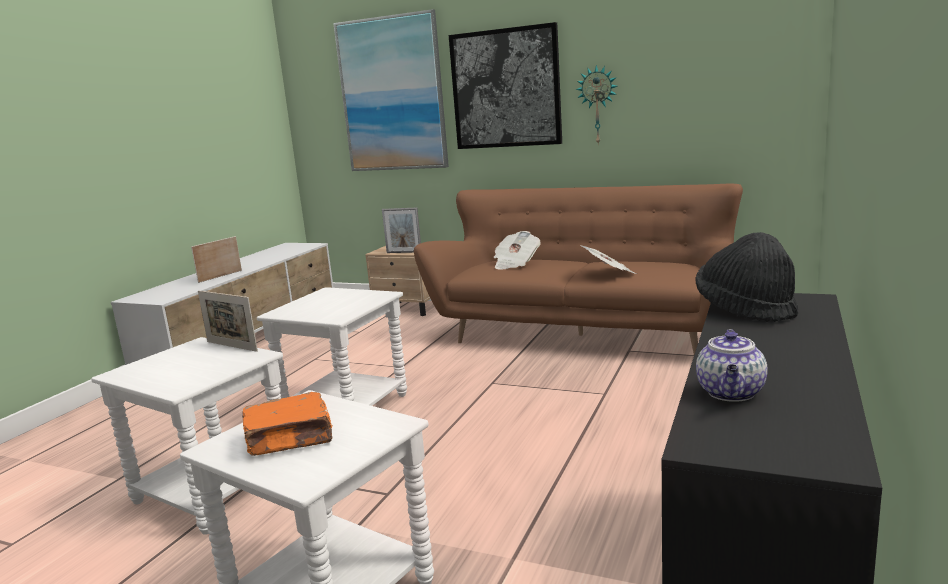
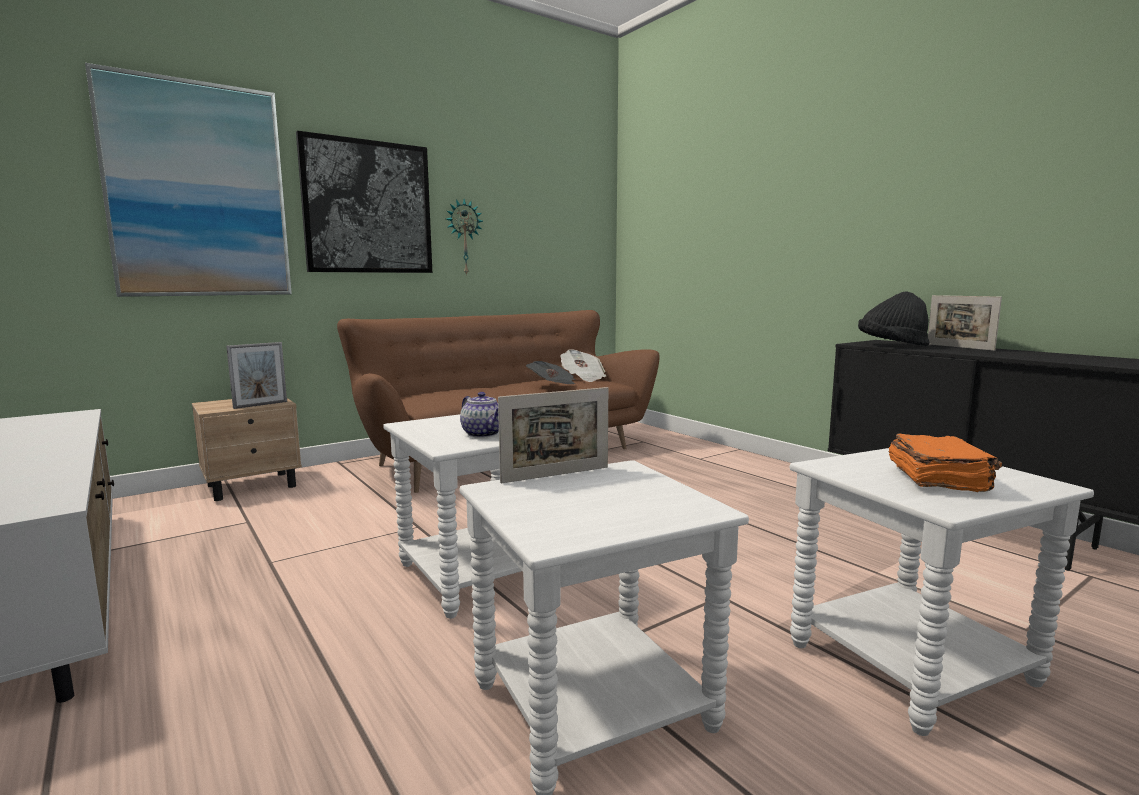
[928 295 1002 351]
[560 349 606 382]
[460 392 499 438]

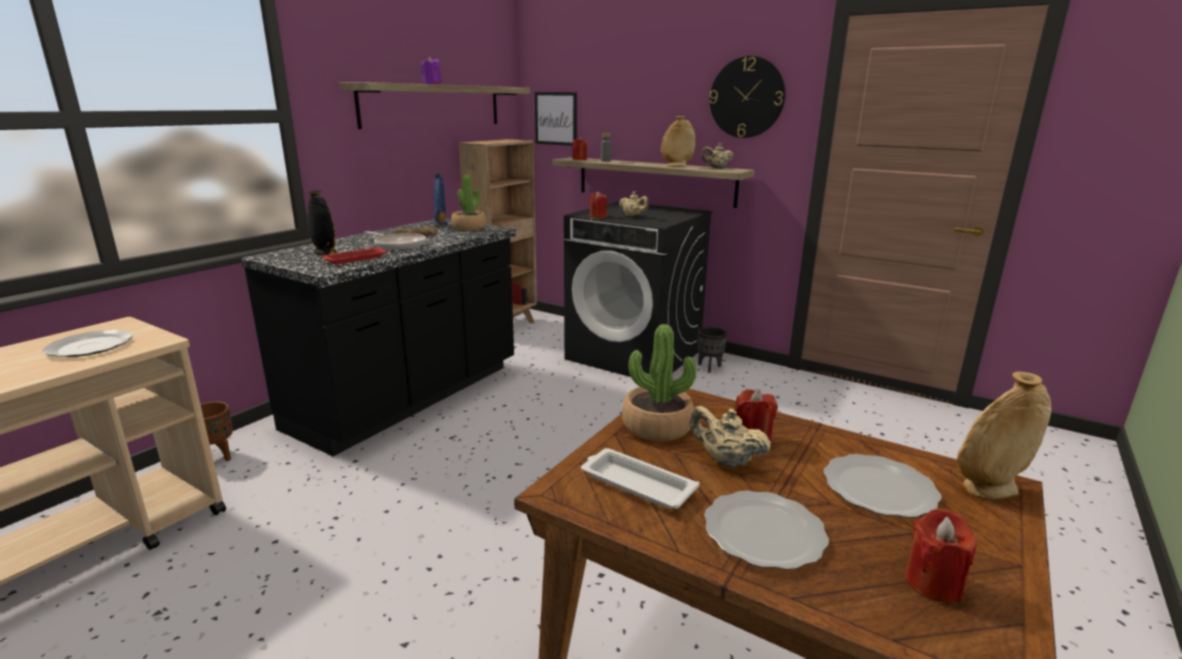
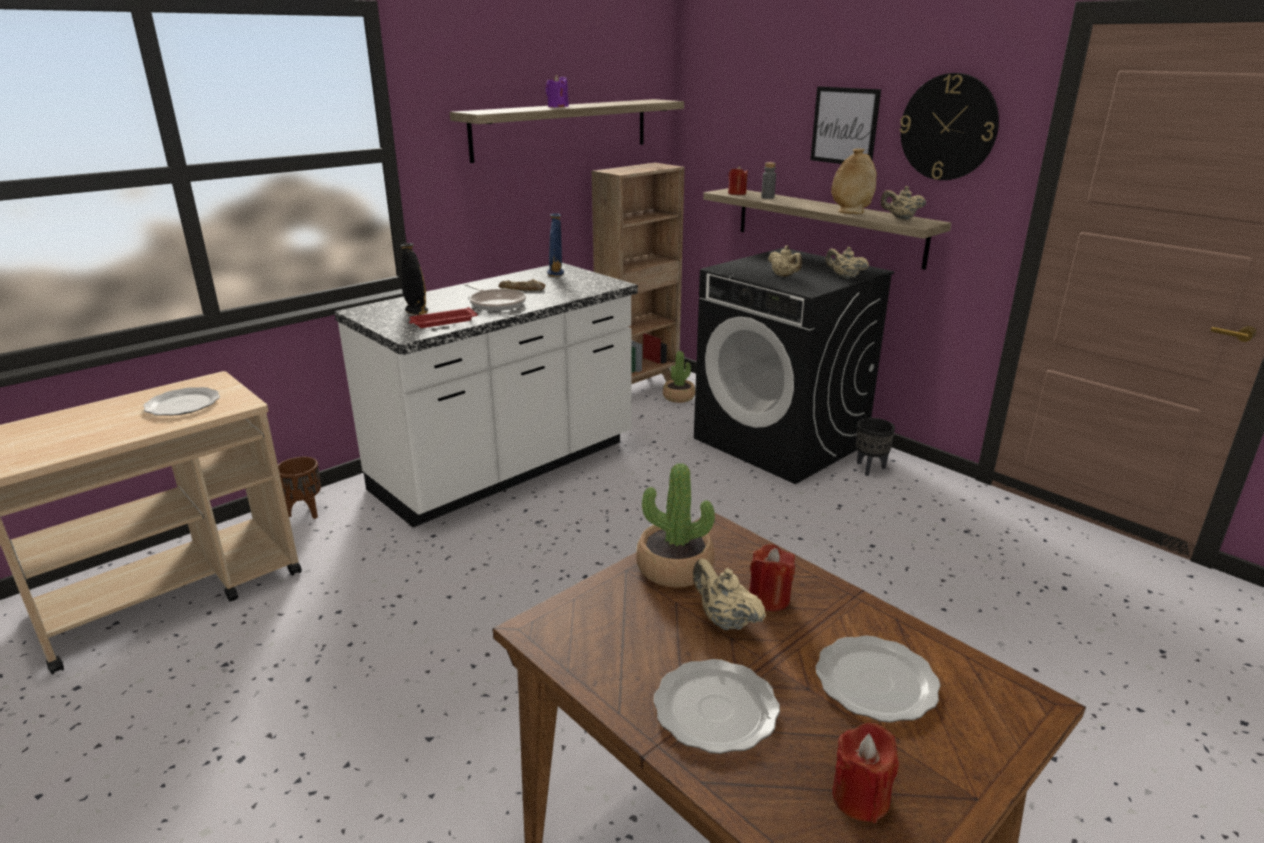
[581 448 700 509] (first image)
[589 191 607 218] (first image)
[957 372 1052 500] (first image)
[825 247 869 279]
[663 351 695 403]
[810 86 881 164]
[334 263 638 527]

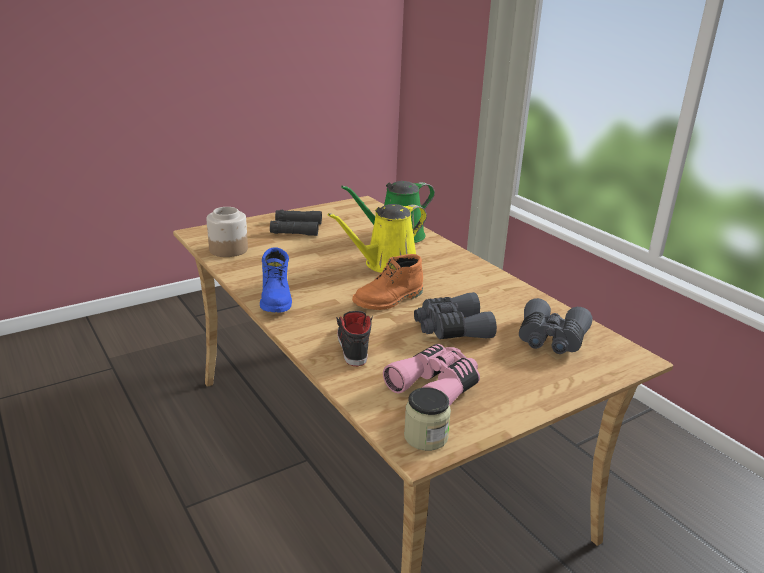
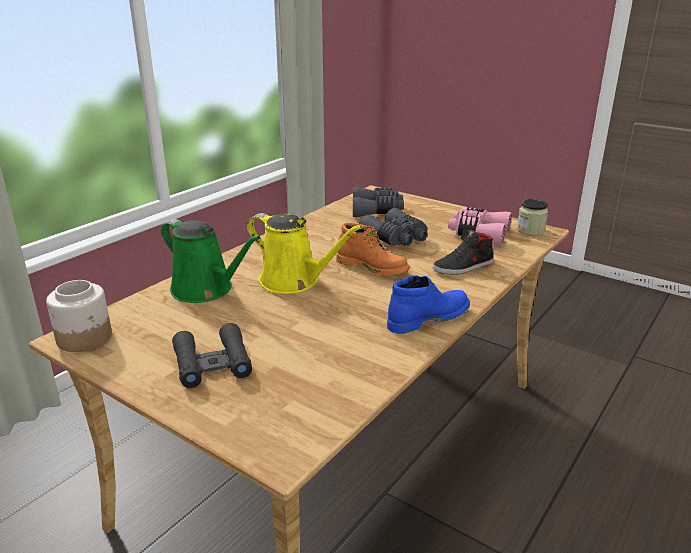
[46 280 112 352]

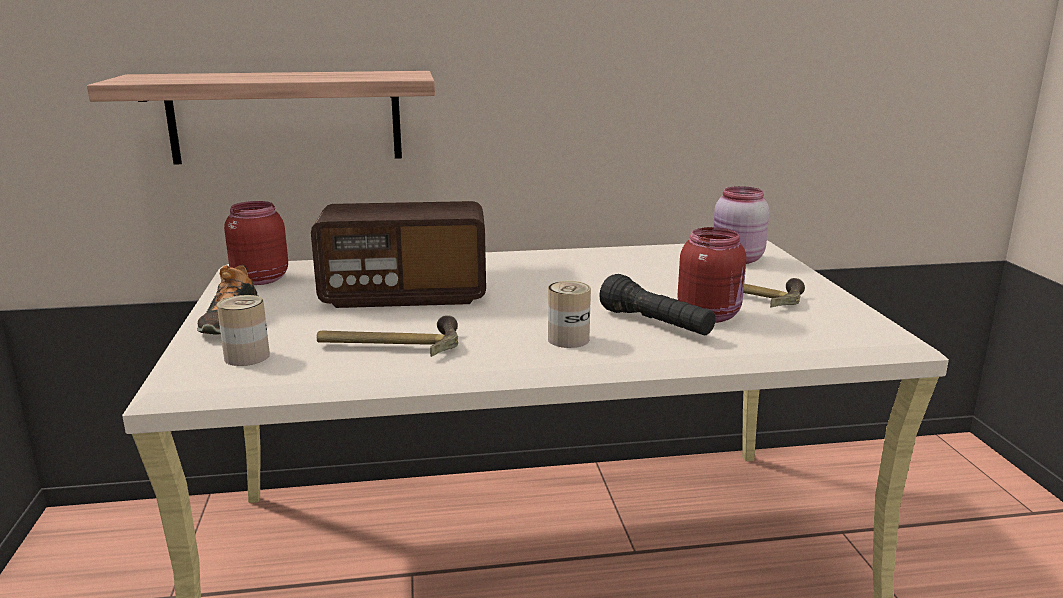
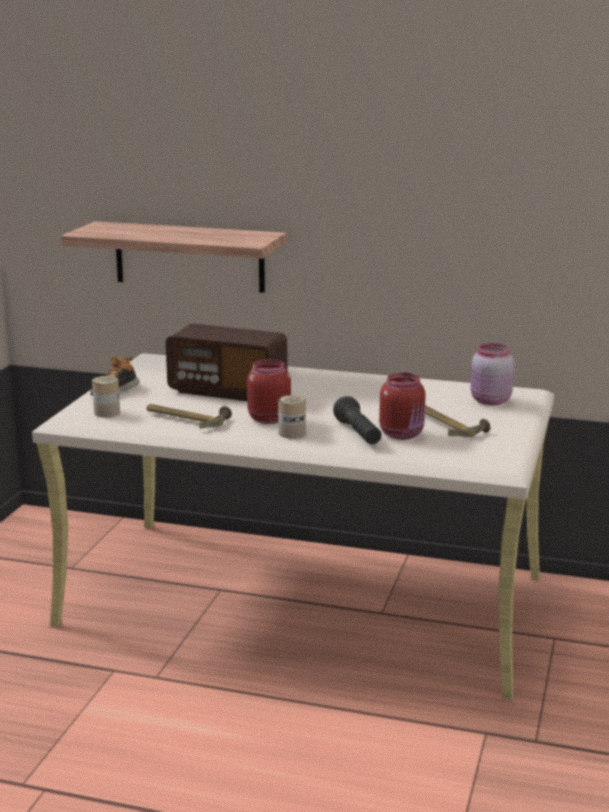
[247 359 291 424]

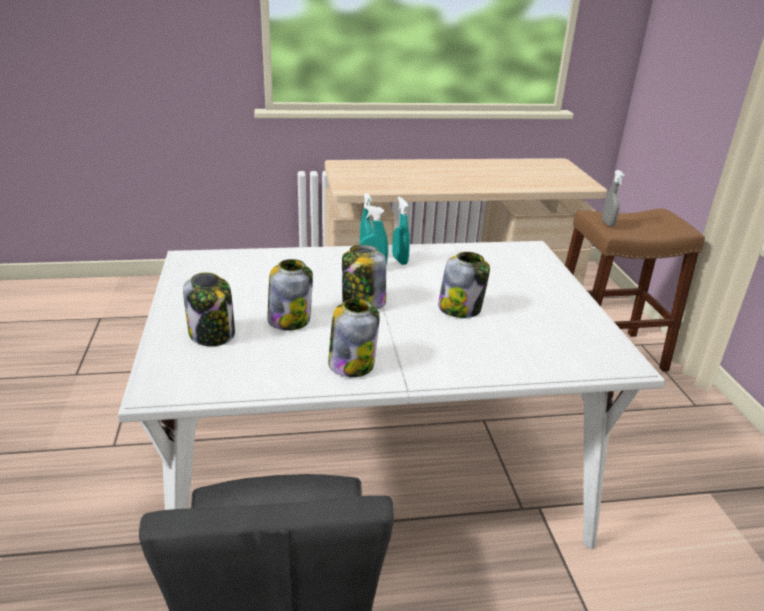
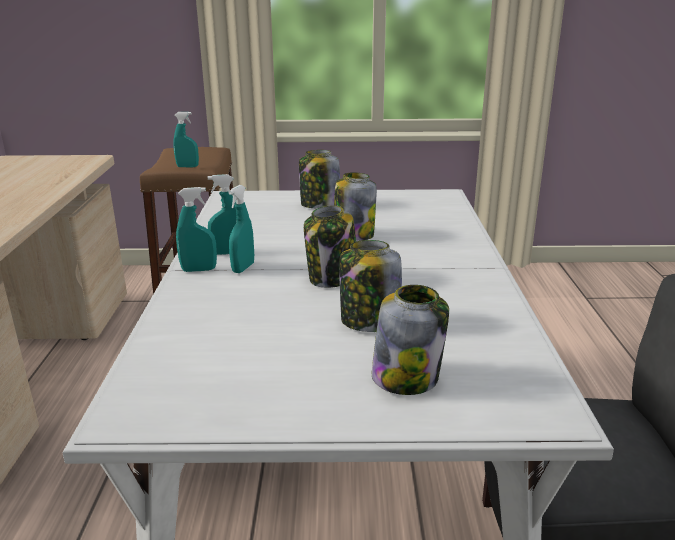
[299 150 340 208]
[173 112 199 167]

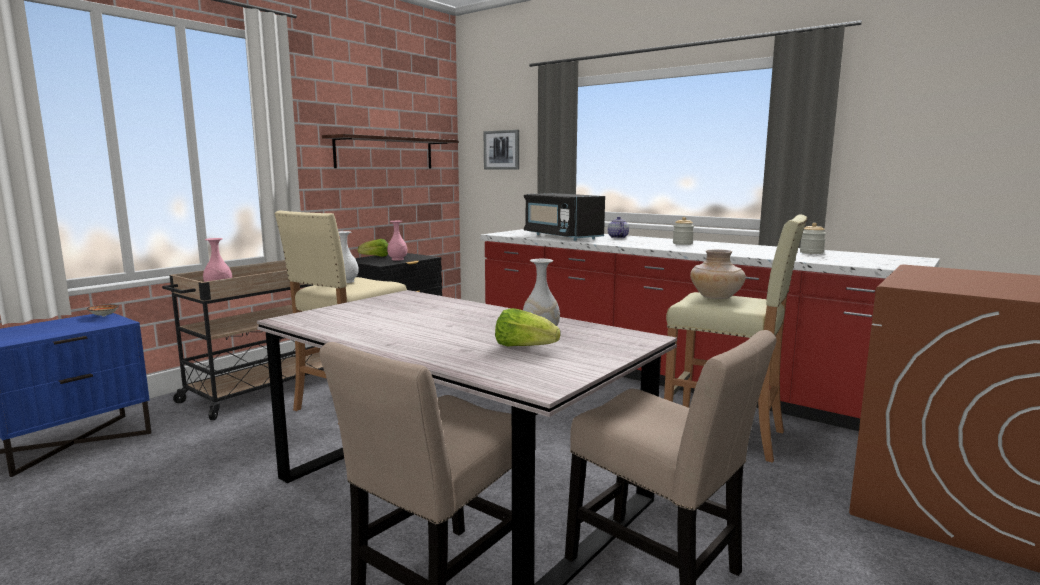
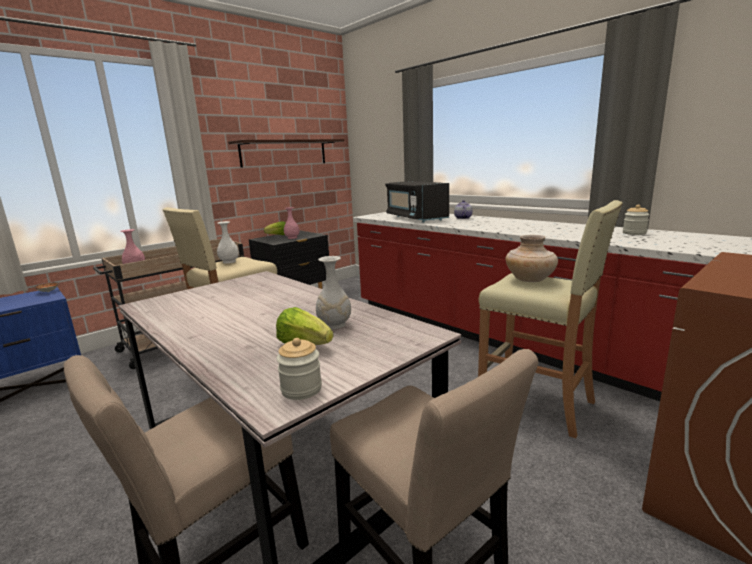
[484 130 519 170] (first image)
[277 338 322 400]

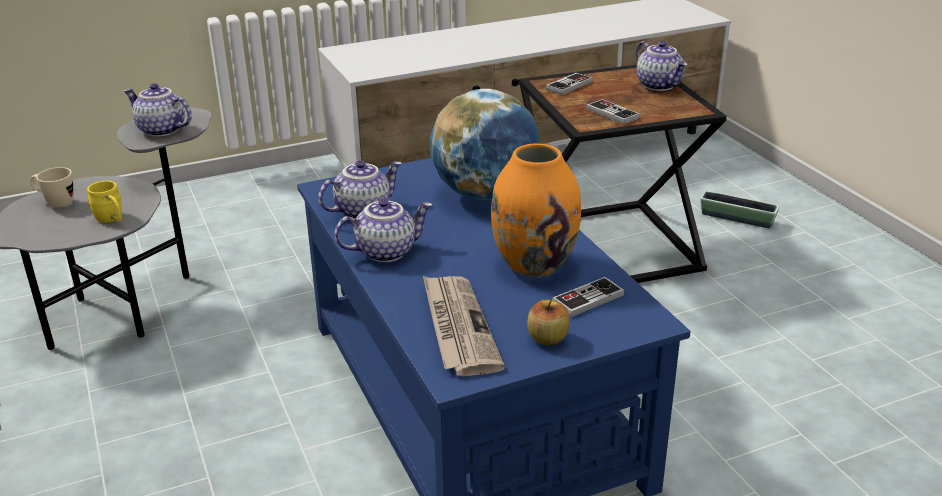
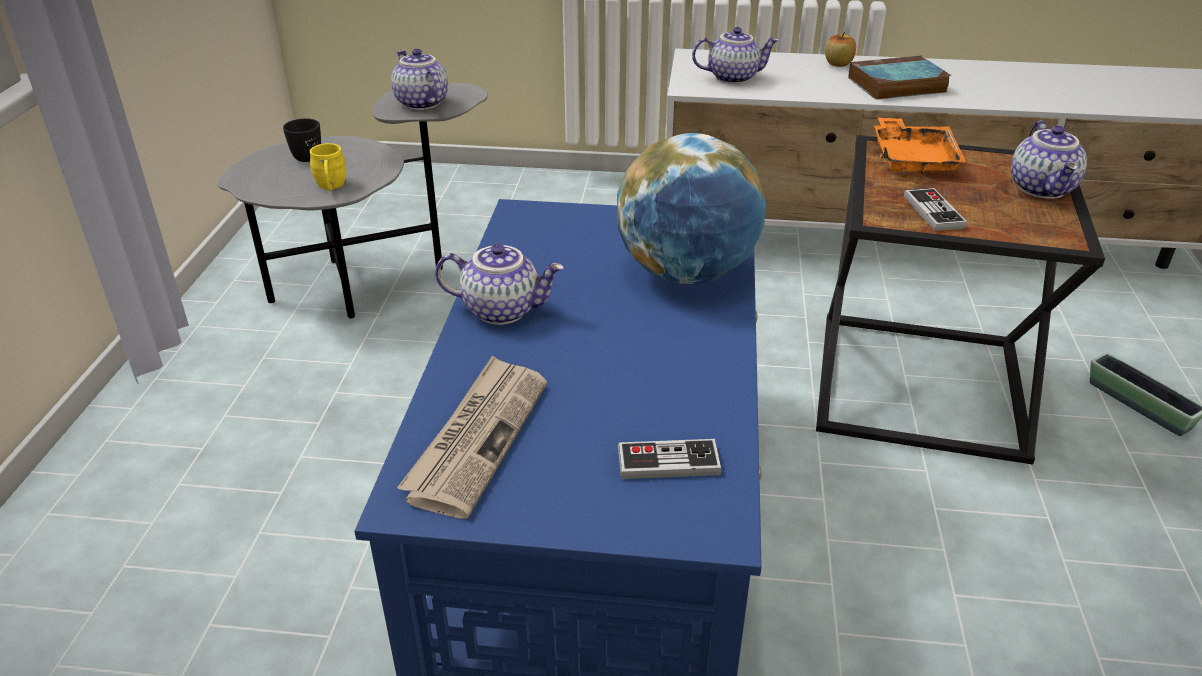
[491 143 581 277] (first image)
[848 56 952 100]
[692 27 779 84]
[825 32 856 67]
[874 117 966 174]
[283 118 321 162]

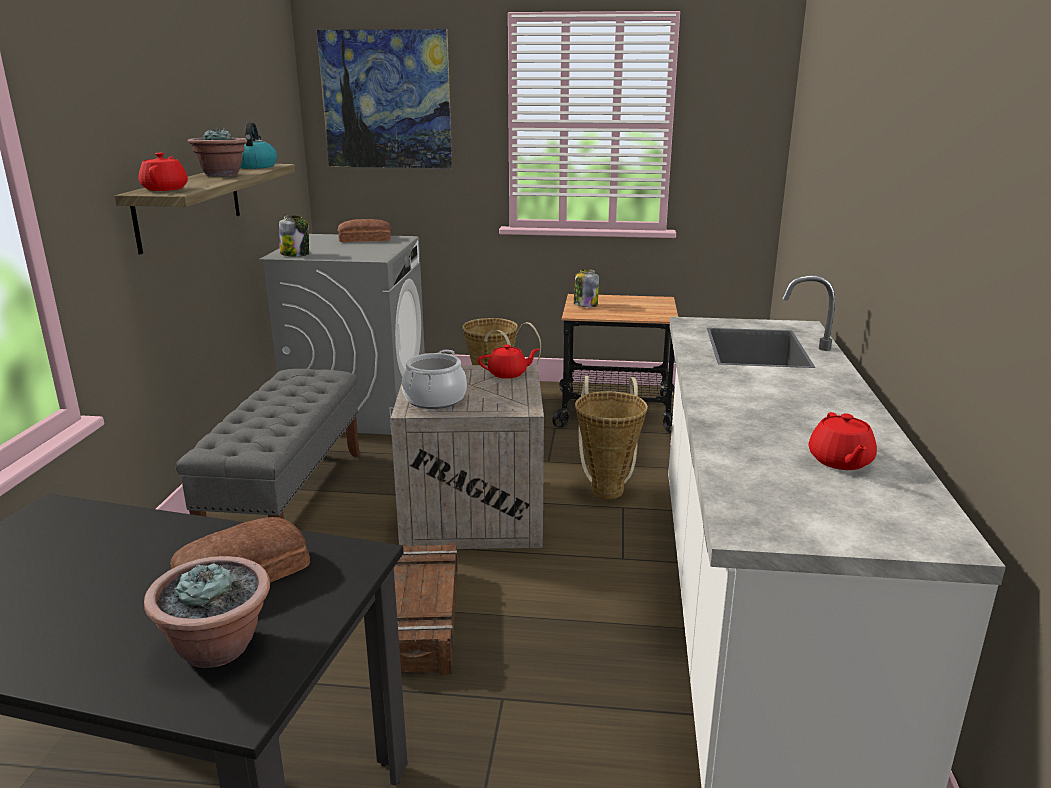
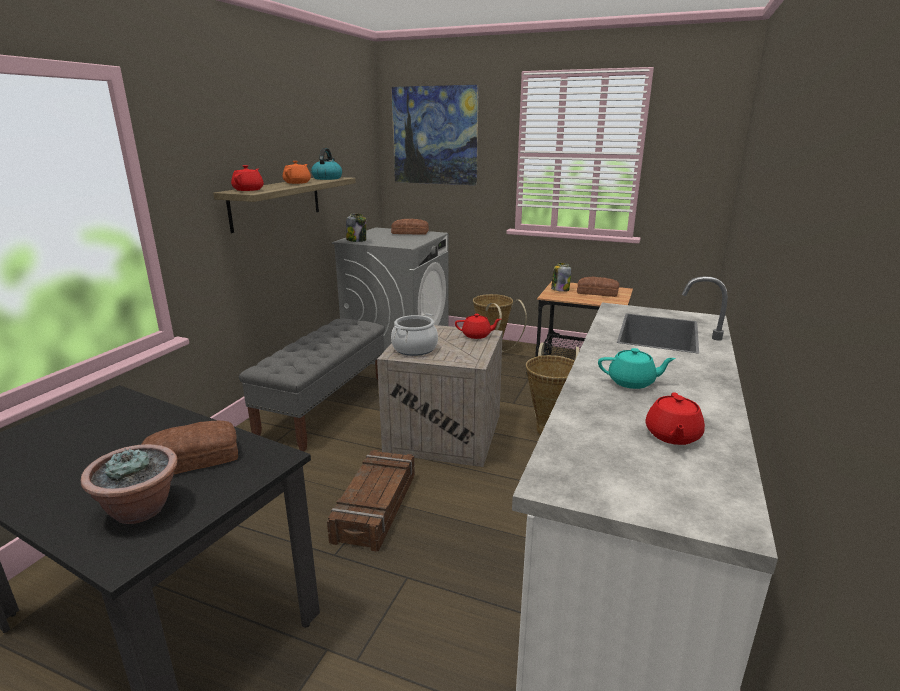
[577 277 619 297]
[598 348 676 389]
[283 161 311 184]

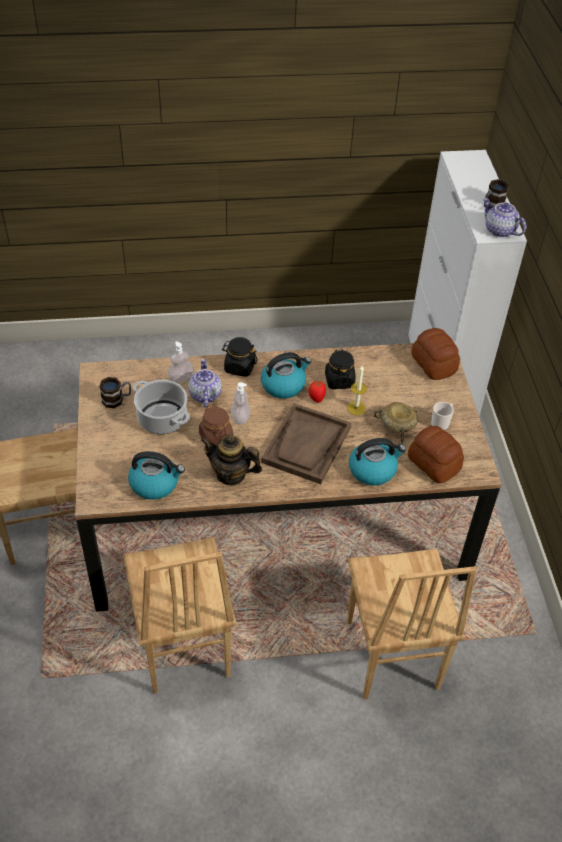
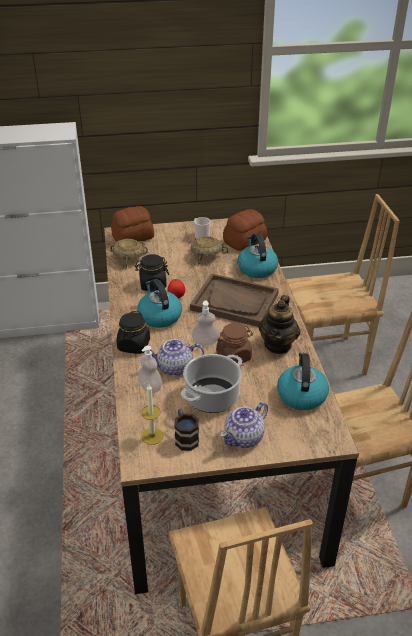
[484 179 509 207] (first image)
[111 239 148 269]
[141 384 164 445]
[220 402 268 448]

